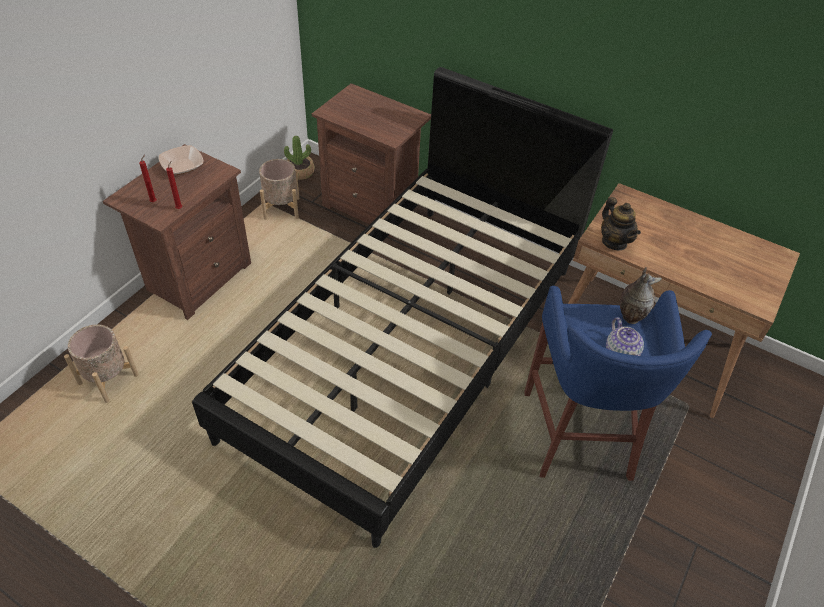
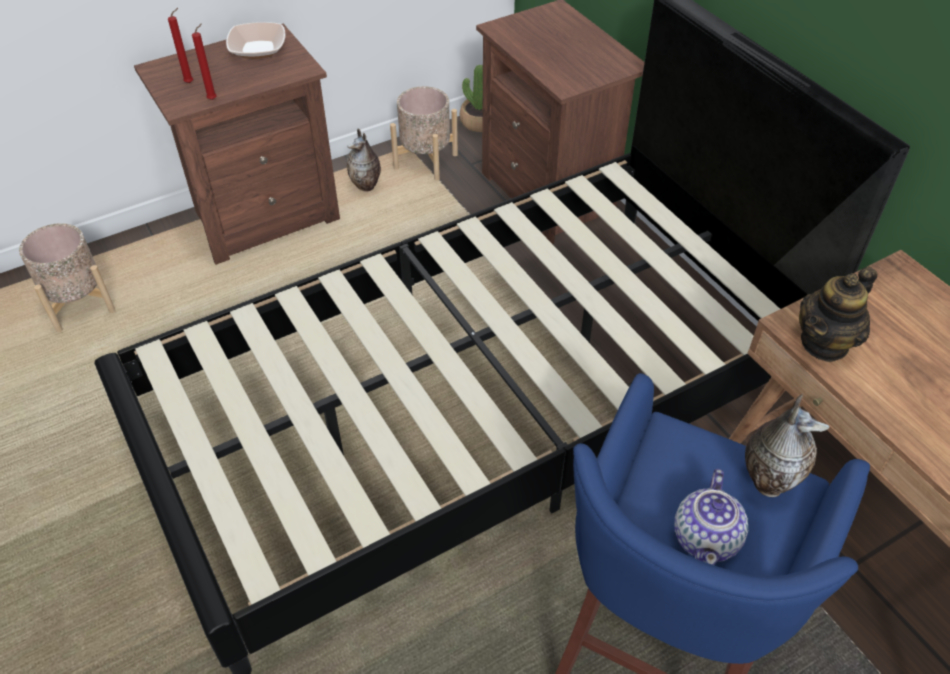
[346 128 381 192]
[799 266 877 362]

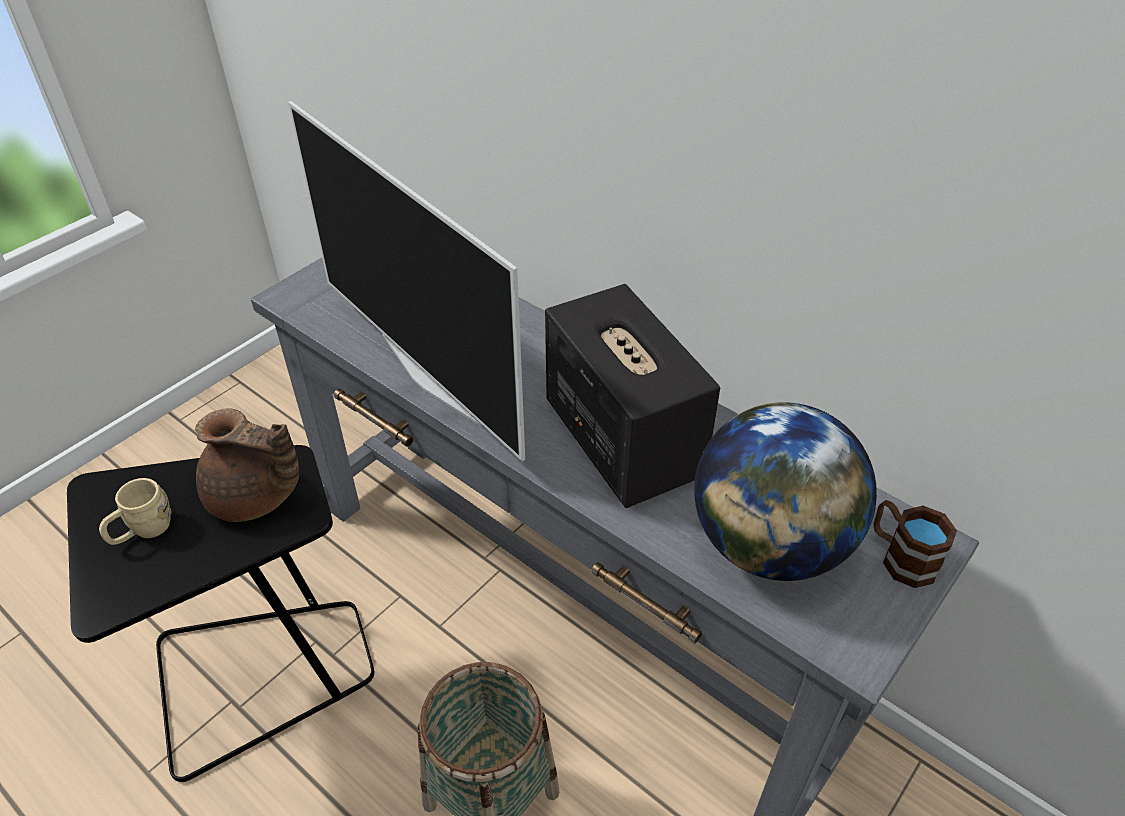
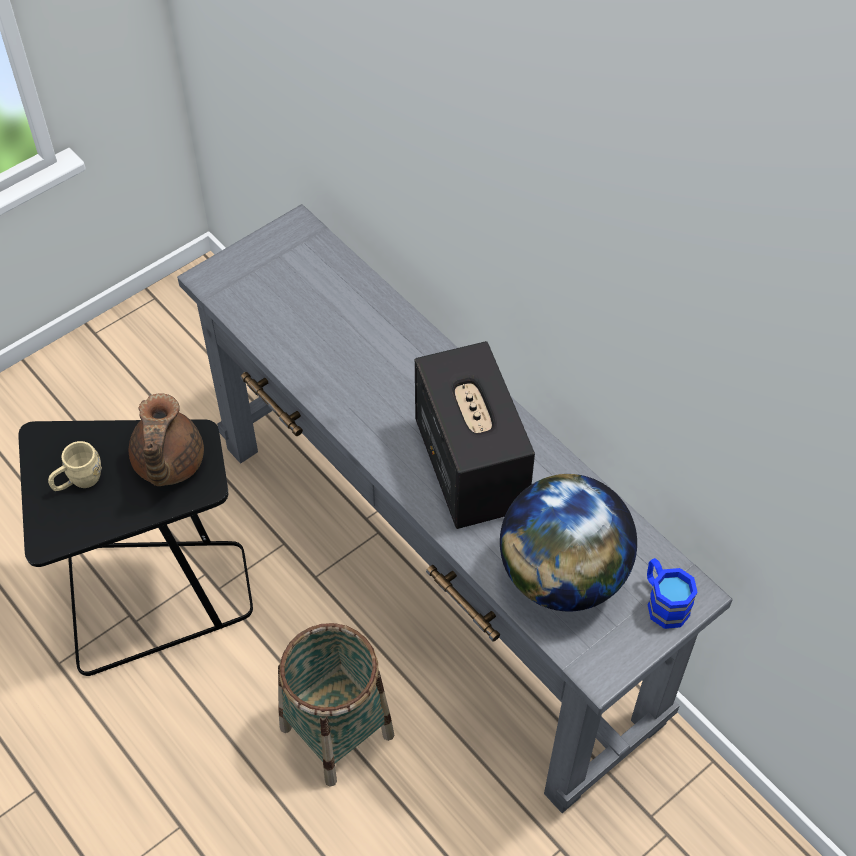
[288 101 525 462] (first image)
[647 558 698 629]
[129 393 204 486]

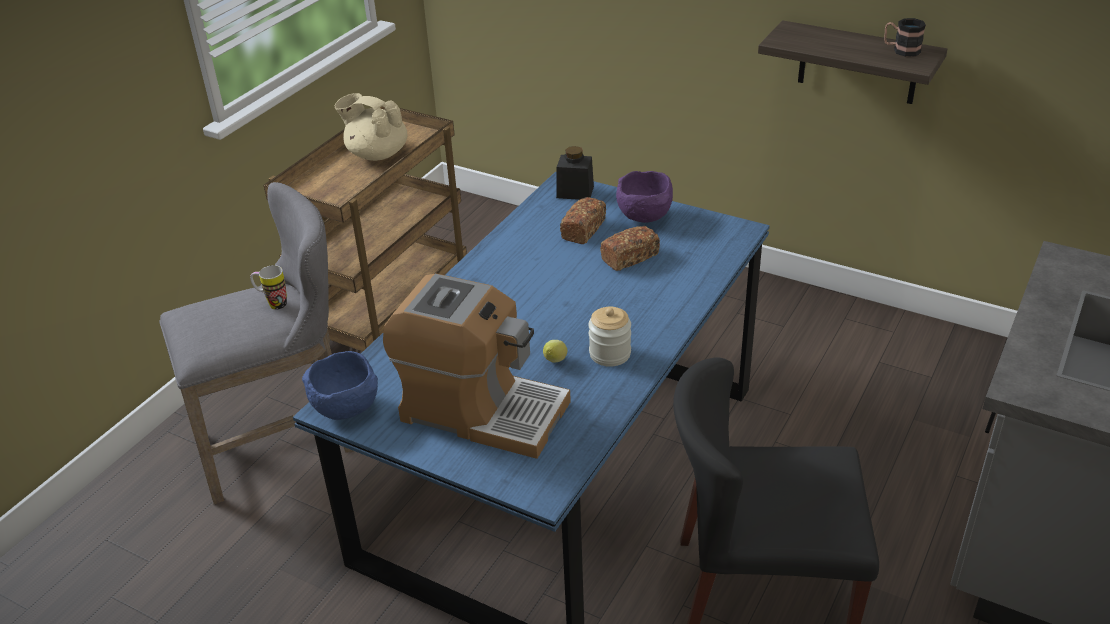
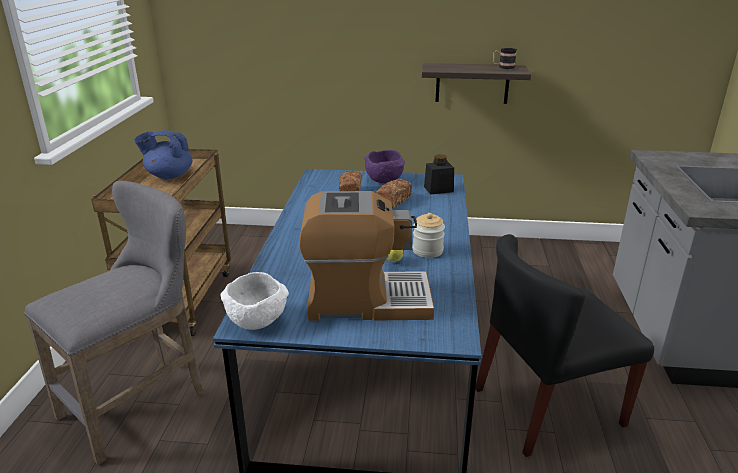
[250 265 287 310] (first image)
[424 154 454 194]
[221 272 289 330]
[134 130 192 179]

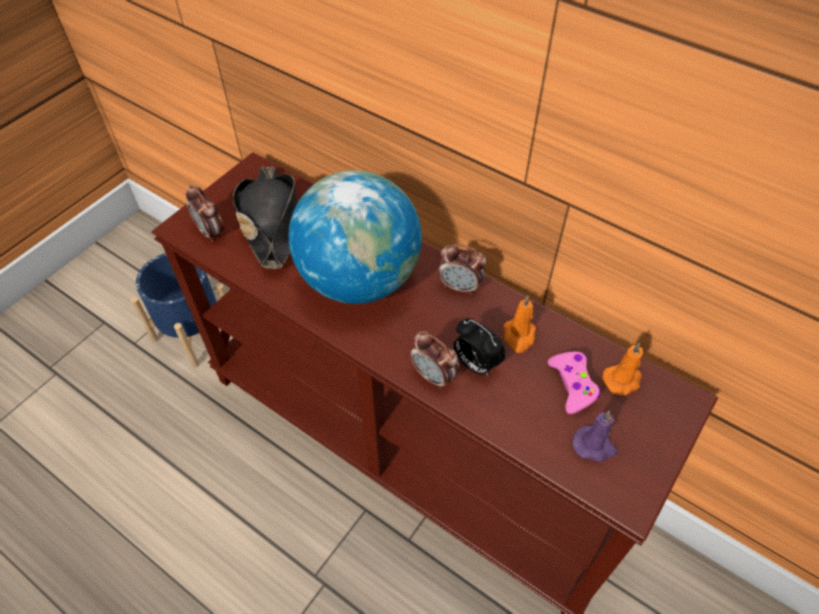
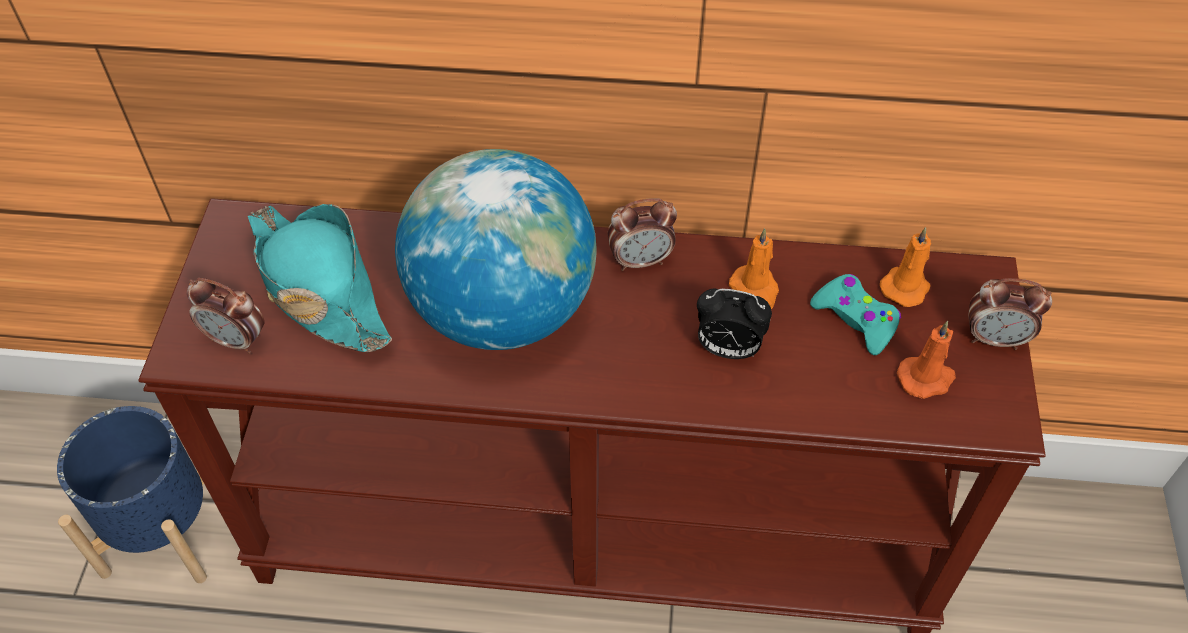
[968 278 1052 350]
[248 204 392 352]
[810 274 901 355]
[897 321 956 399]

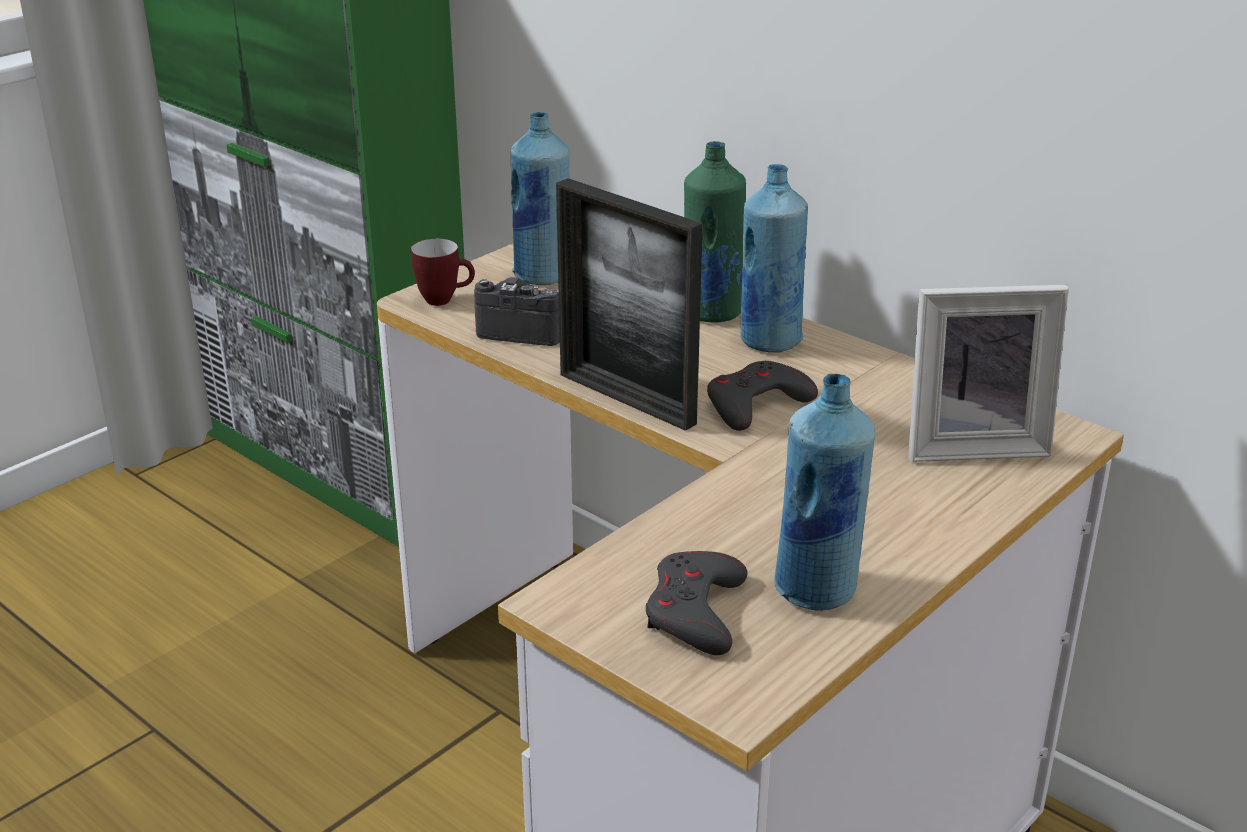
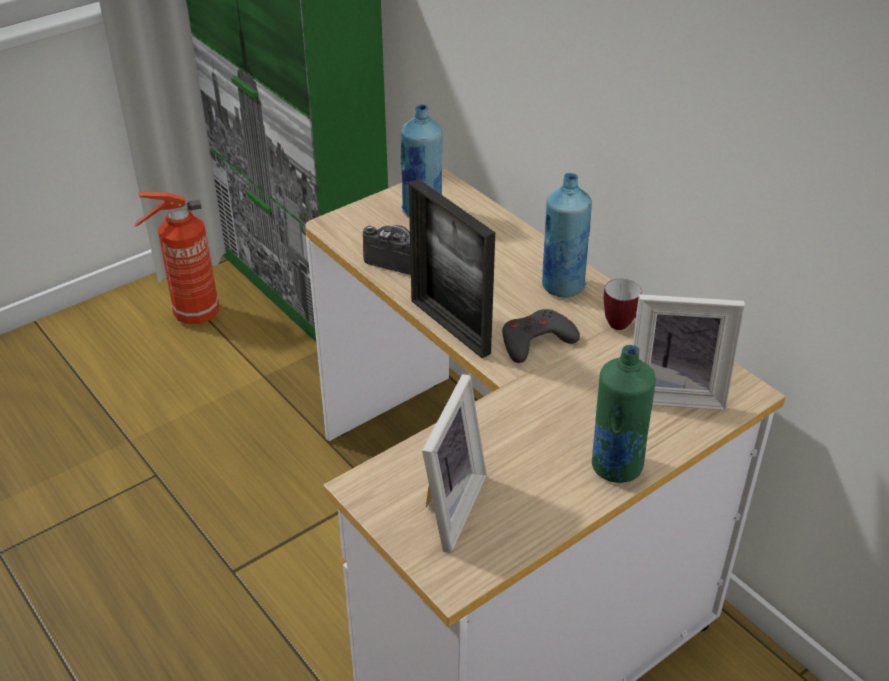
[774 373 875 611] (first image)
[134 192 219 324]
[604 279 641 330]
[592 345 656 483]
[422 374 487 553]

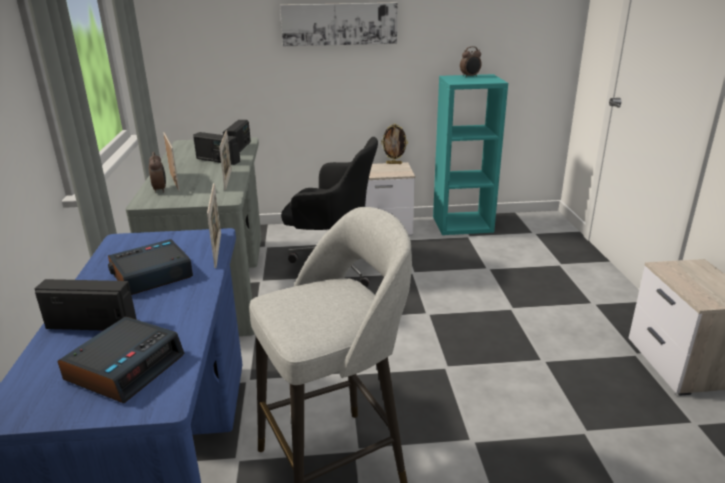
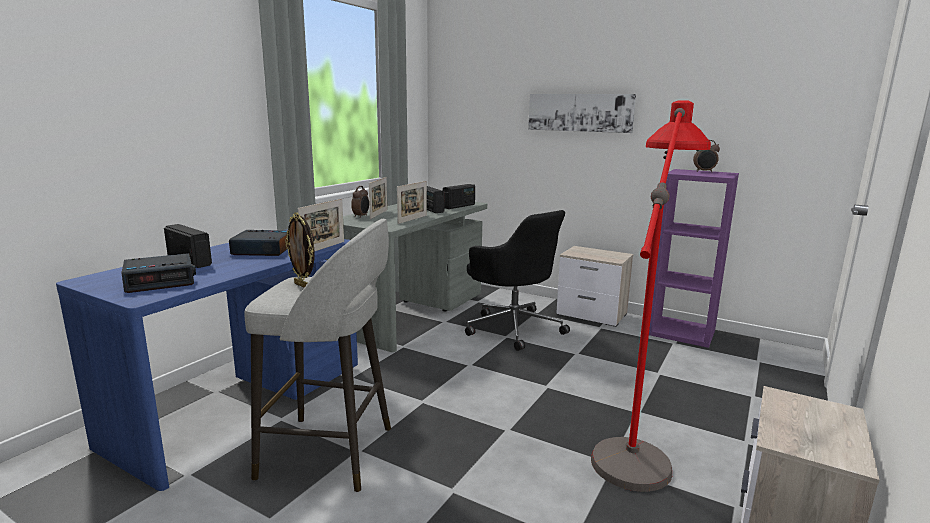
[591 100 711 492]
[285 212 314 288]
[649 169 739 348]

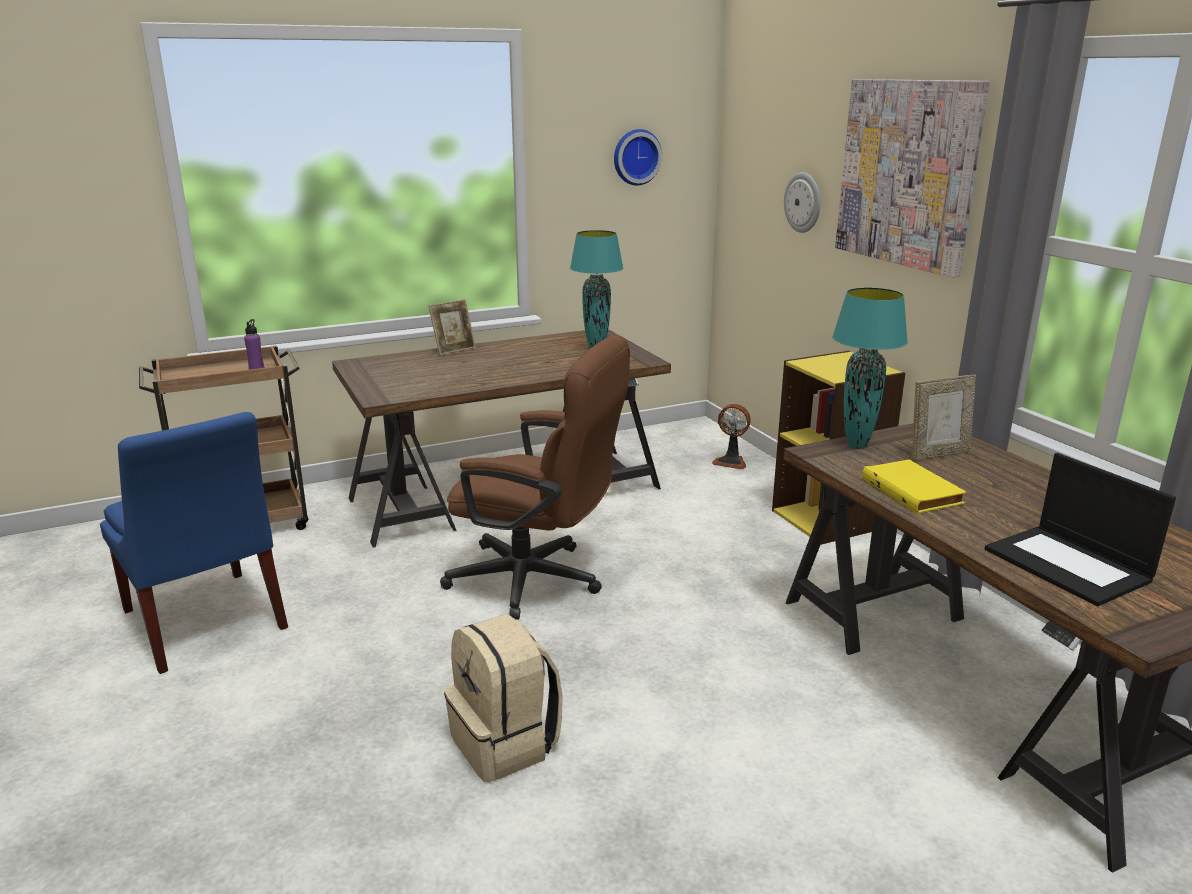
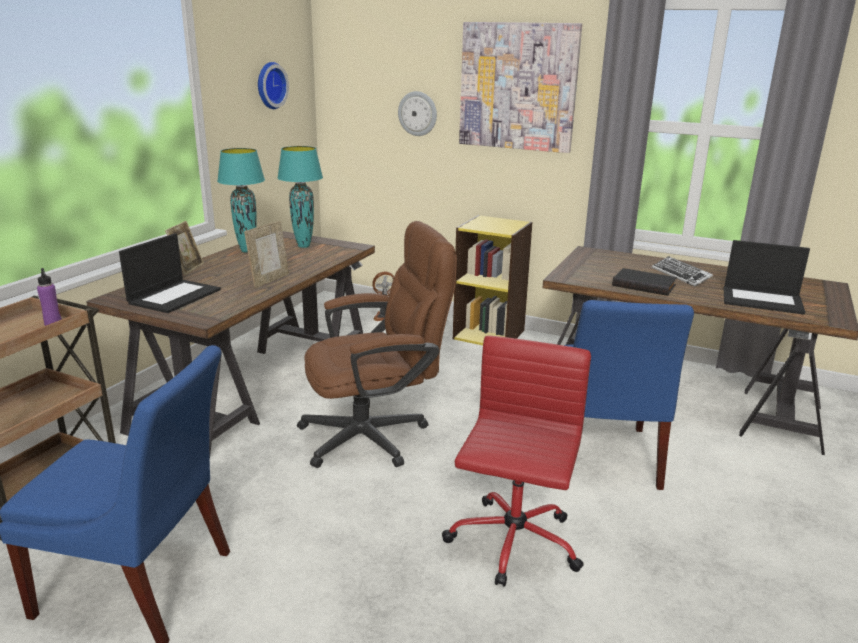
[119 233 221 313]
[564 300 694 490]
[652 256 713 287]
[217 148 265 253]
[244 221 289 288]
[442 336 591 587]
[612 268 677 296]

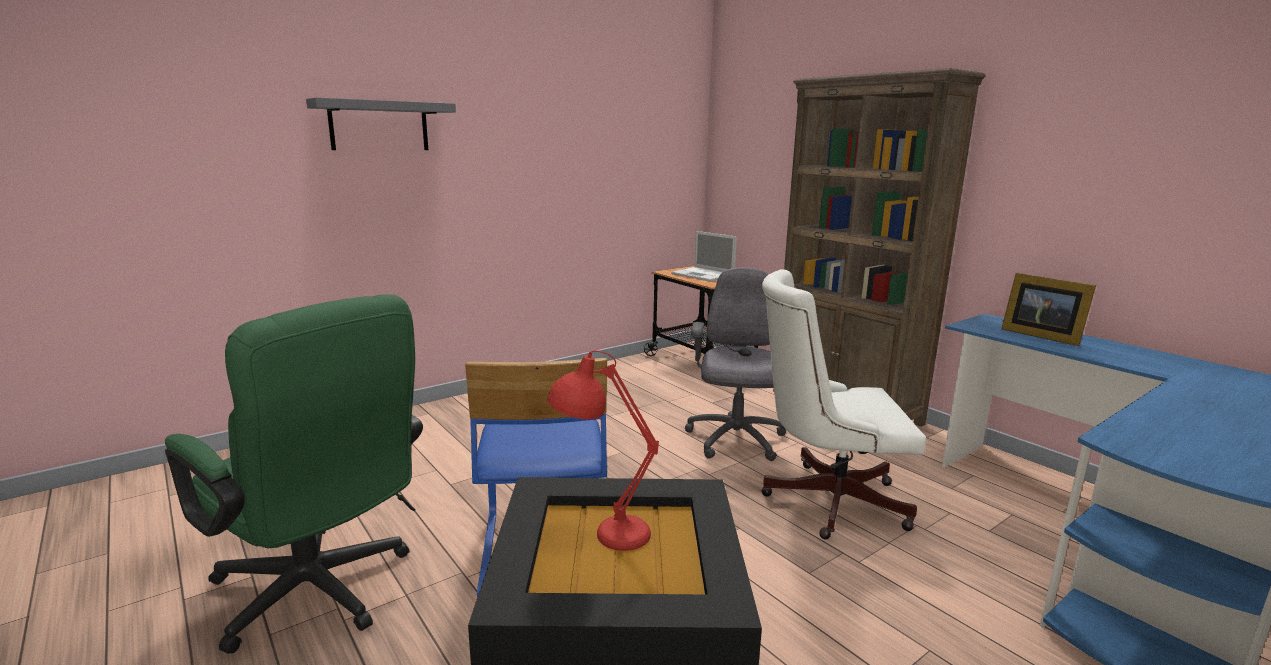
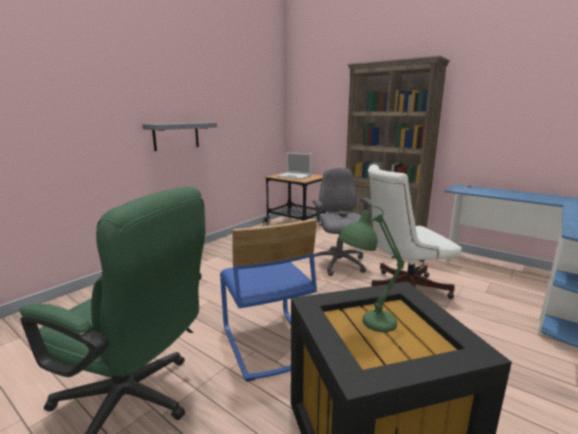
[1001 273 1096 346] (first image)
[142 123 217 151]
[339 206 405 332]

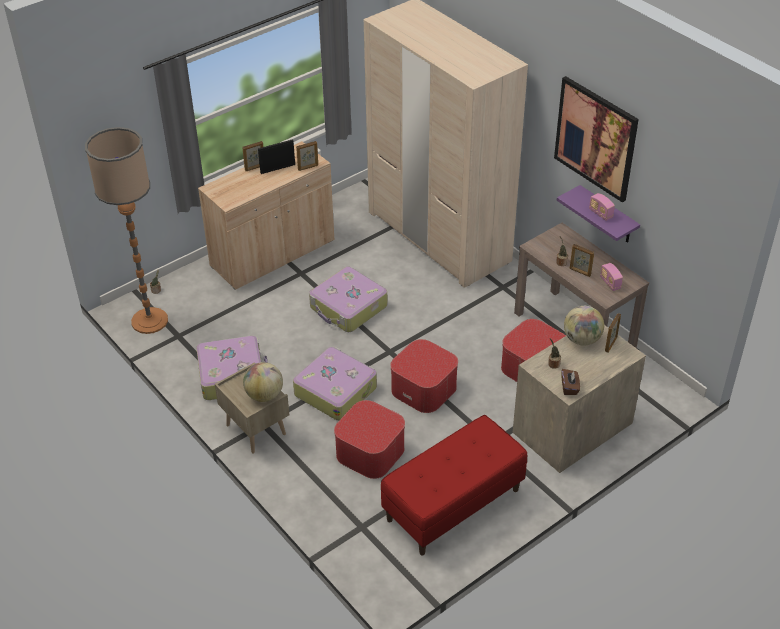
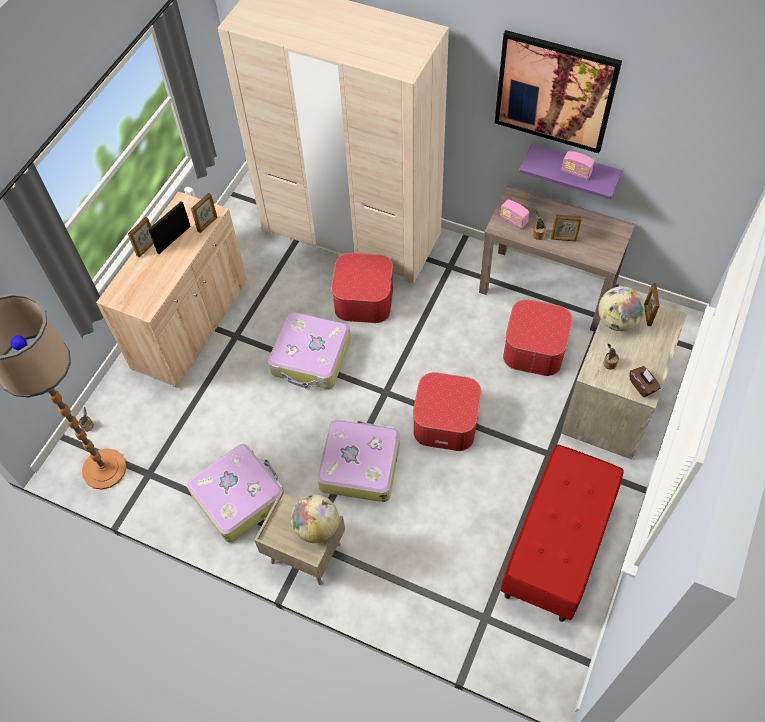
[331 253 393 323]
[500 200 529 229]

